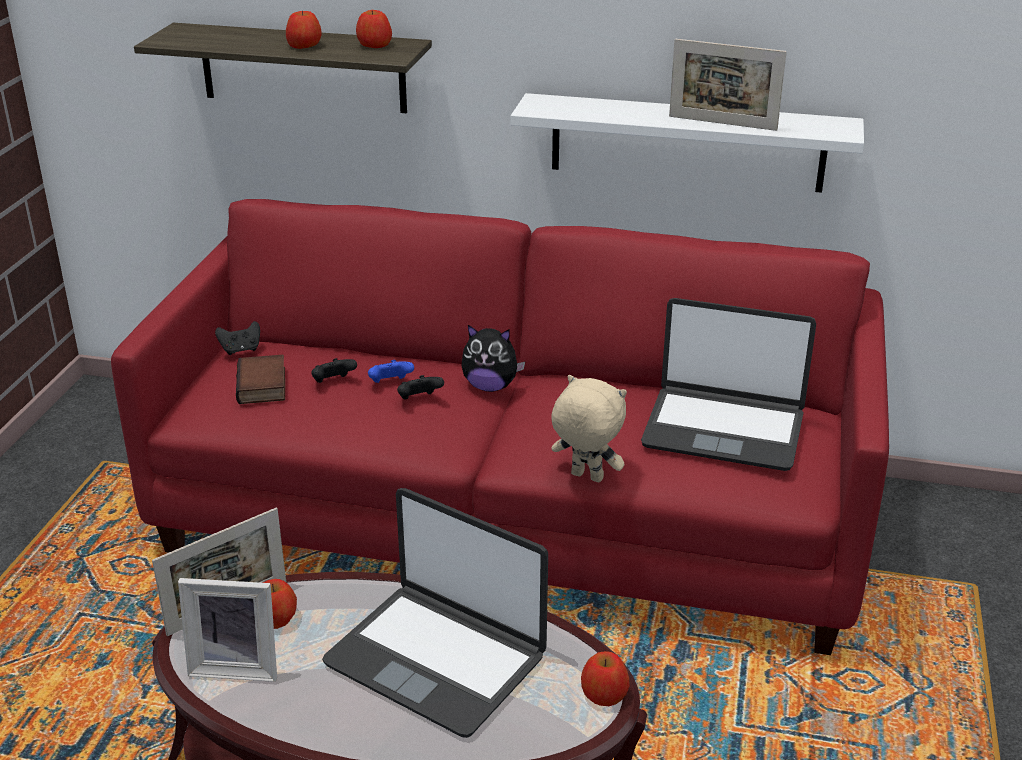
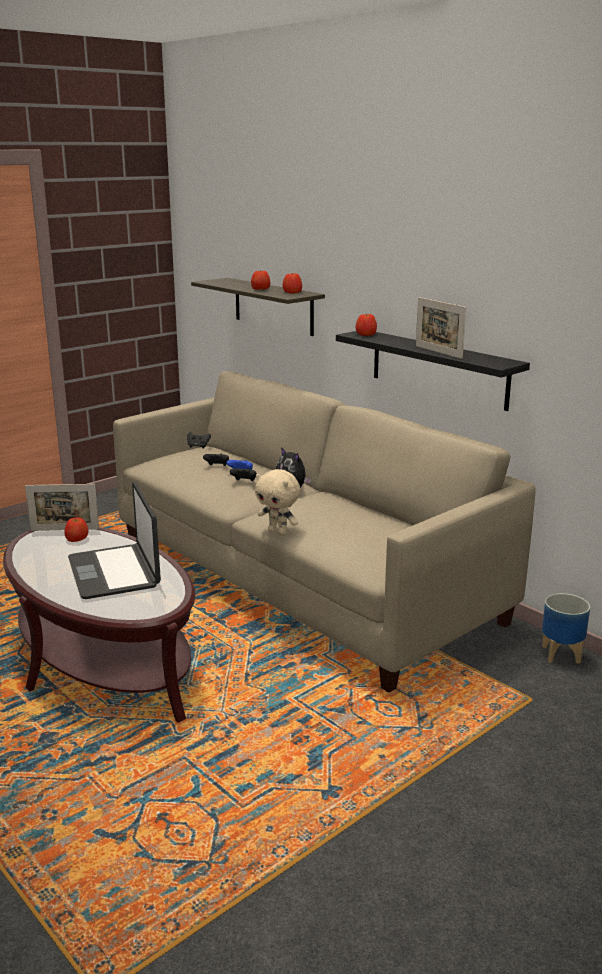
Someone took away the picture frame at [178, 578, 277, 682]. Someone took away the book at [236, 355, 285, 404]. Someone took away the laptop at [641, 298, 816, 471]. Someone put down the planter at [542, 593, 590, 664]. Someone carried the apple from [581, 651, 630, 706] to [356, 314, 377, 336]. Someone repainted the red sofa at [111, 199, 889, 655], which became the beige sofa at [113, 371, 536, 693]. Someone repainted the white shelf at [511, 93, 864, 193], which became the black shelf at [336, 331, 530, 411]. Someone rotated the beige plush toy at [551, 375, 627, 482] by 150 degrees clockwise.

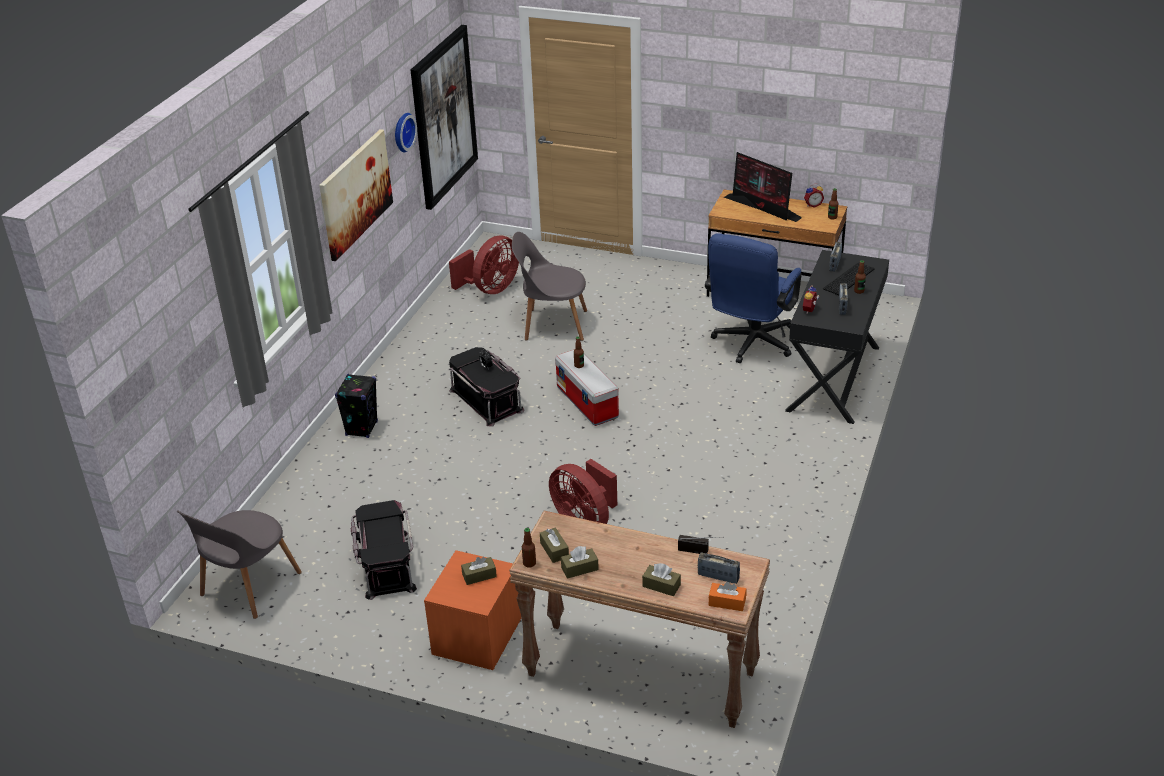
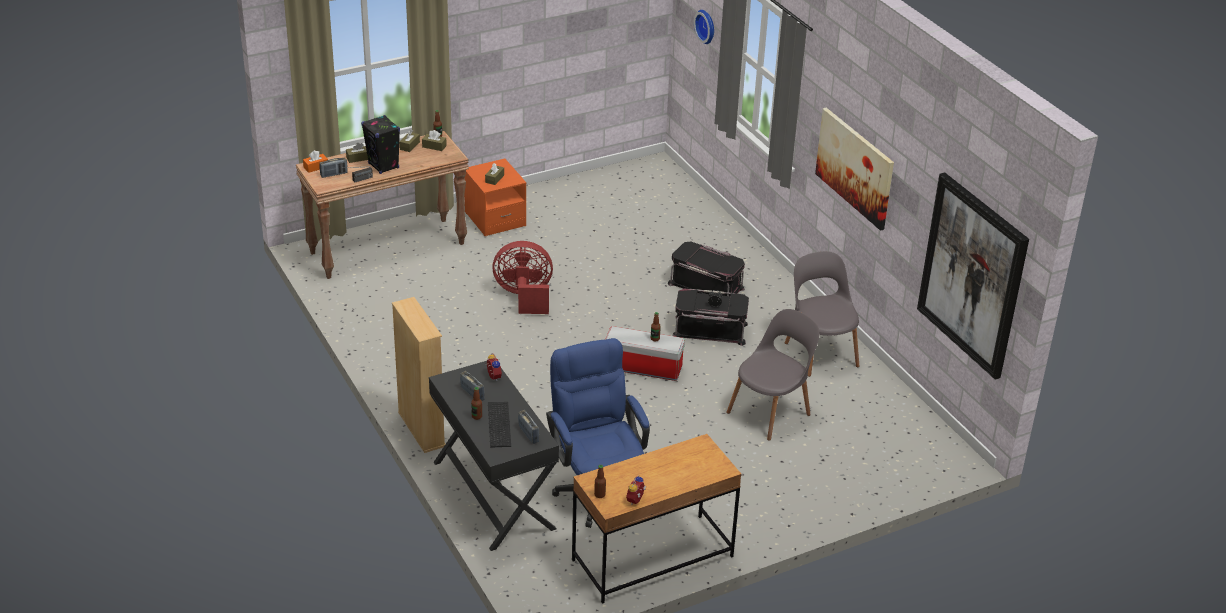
Someone took away the red fan at [449, 236, 519, 294]. Someone took away the monitor at [724, 152, 802, 222]. Someone put down the beige bookcase at [392, 297, 445, 453]. Someone carried the grey chair from [177, 510, 302, 619] to [785, 251, 859, 377]. Someone carried the black speaker from [335, 374, 378, 438] to [361, 115, 400, 174]. Someone carried the black storage box from [351, 500, 417, 600] to [668, 241, 745, 296]. Someone carried the wall clock from [395, 113, 417, 152] to [694, 10, 714, 44].

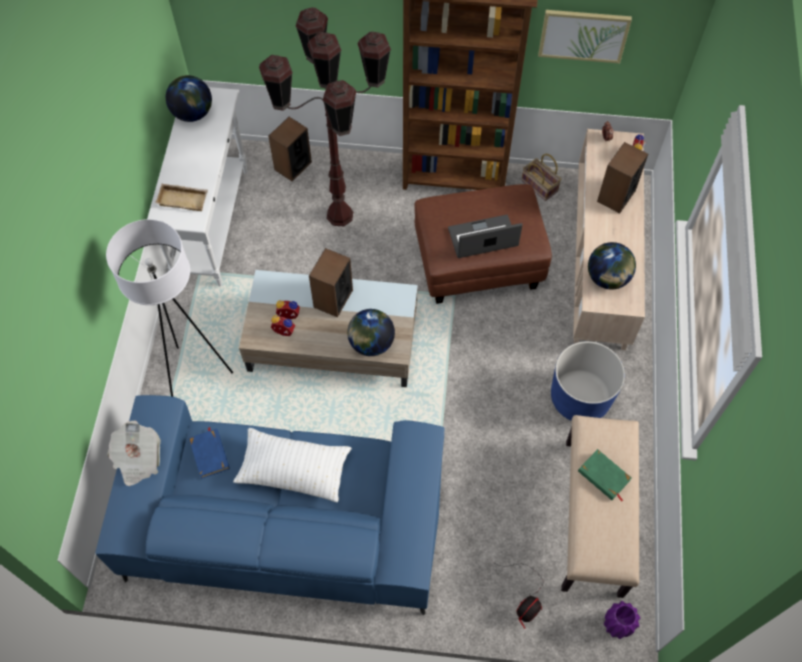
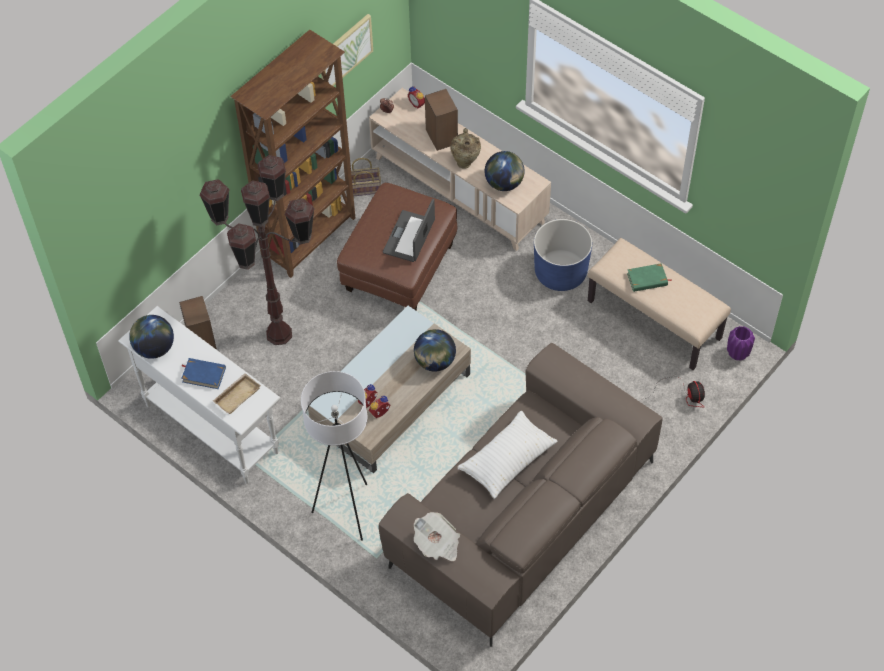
Someone took away the speaker at [309, 248, 353, 317]. Someone put down the beige vase at [450, 128, 481, 169]. Someone carried the blue book from [189, 427, 230, 479] to [181, 358, 226, 389]. Someone repainted the blue sofa at [95, 395, 444, 615], which became the brown sofa at [379, 343, 663, 647].

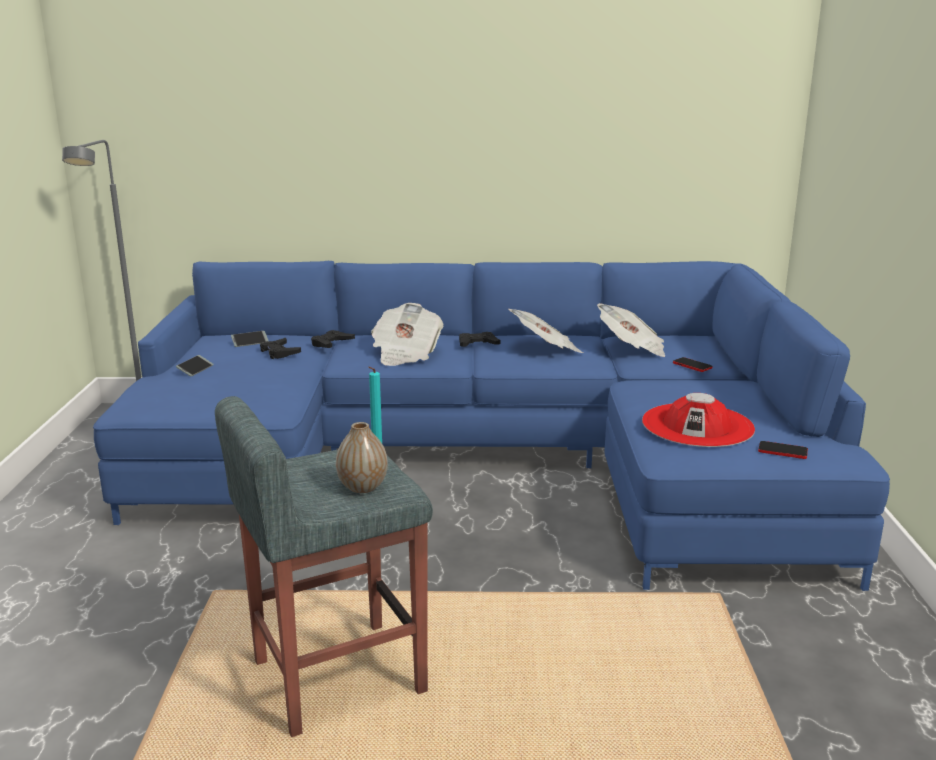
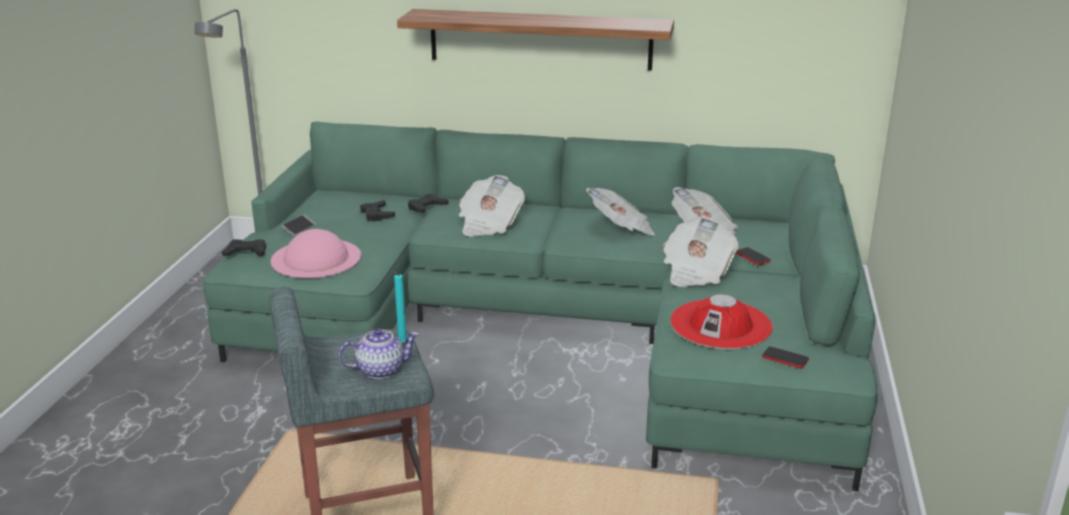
Someone took away the phone at [231, 331, 269, 347]. Someone put down the pink hat at [271, 229, 361, 278]. Someone put up the shelf at [397, 9, 674, 70]. Someone put down the newspaper at [663, 217, 739, 287]. Someone carried the black game controller from [459, 332, 501, 347] to [222, 239, 266, 256]. Someone swapped the vase at [336, 422, 388, 493] for the teapot at [339, 328, 419, 379]. Someone repainted the blue sofa at [93, 261, 890, 591], which became the green sofa at [203, 121, 878, 491].

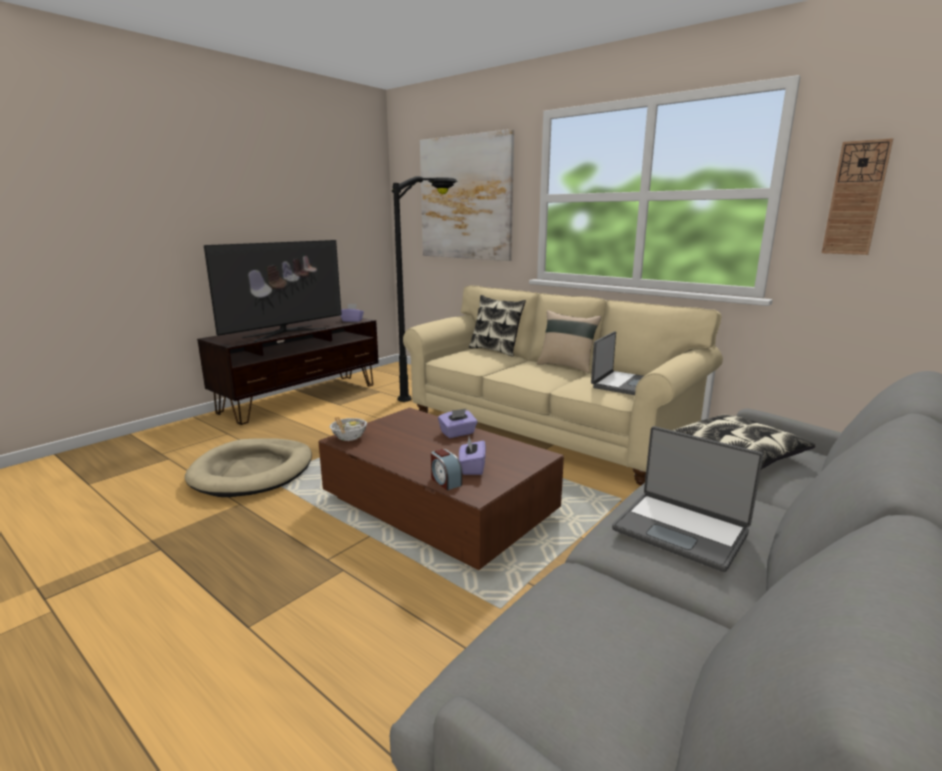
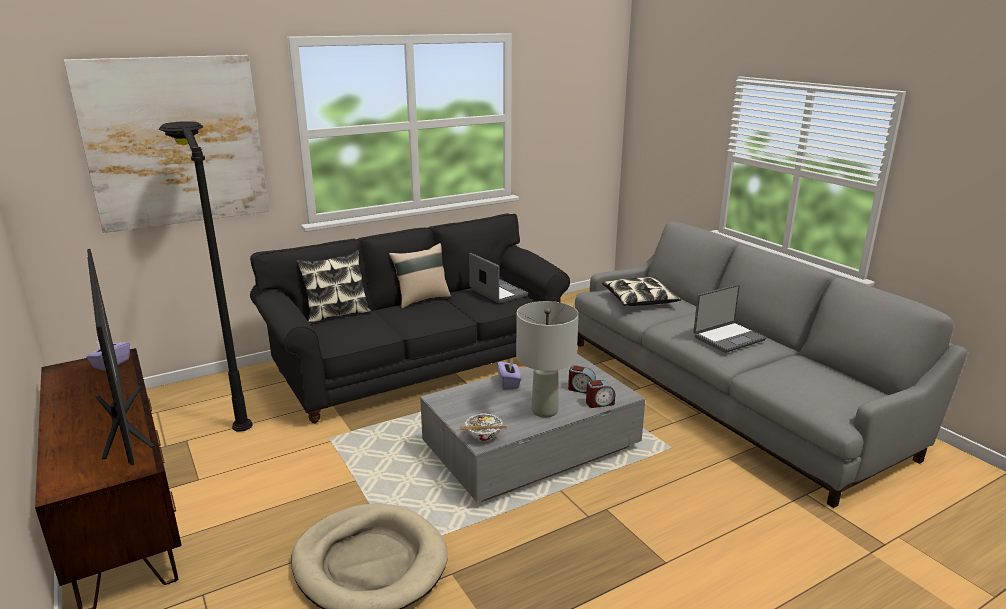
Someone took away the wall clock at [822, 138, 893, 255]. Someone put down the grey table lamp at [516, 301, 579, 418]. Someone swapped the purple tissue box at [459, 437, 486, 475] for the alarm clock at [568, 365, 596, 393]. Someone repainted the brown coffee table at [318, 408, 564, 570], which became the grey coffee table at [420, 354, 645, 502]. Someone repainted the beige sofa at [403, 285, 723, 485], which became the black sofa at [250, 213, 570, 424].

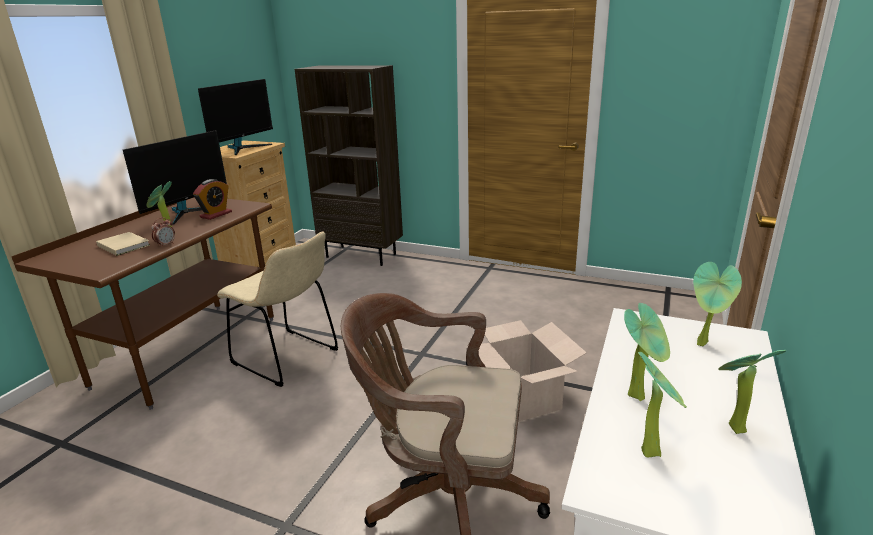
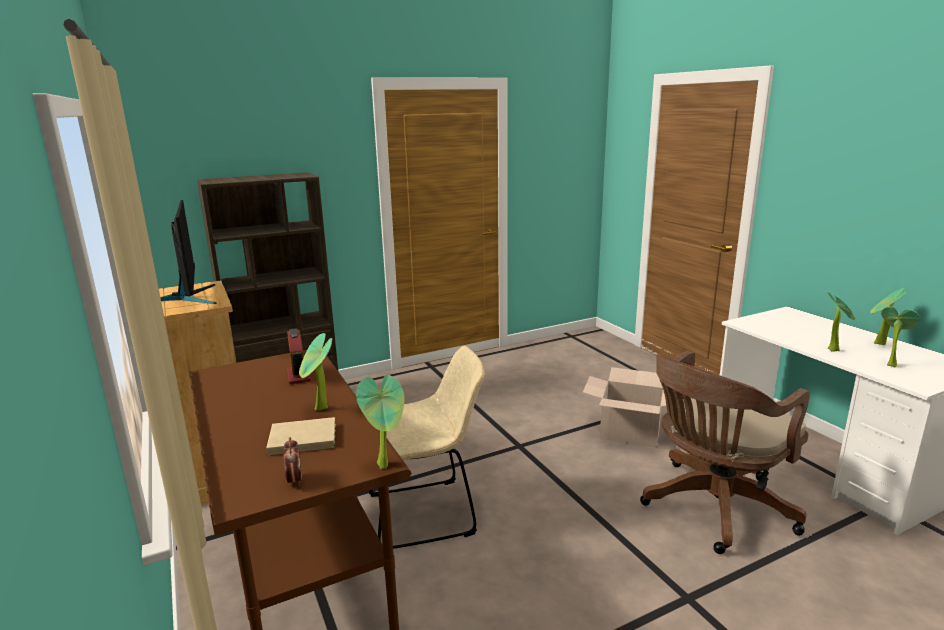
Someone took away the monitor at [123, 130, 227, 224]. Someone carried the alarm clock from [151, 218, 175, 248] to [283, 437, 302, 487]. Someone carried the potted plant from [693, 262, 742, 346] to [356, 374, 404, 469].

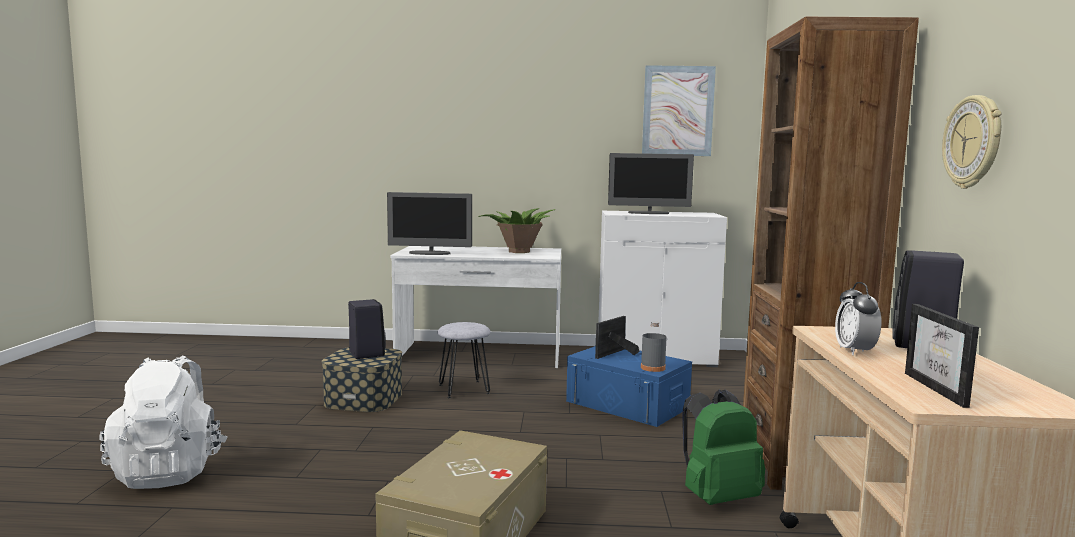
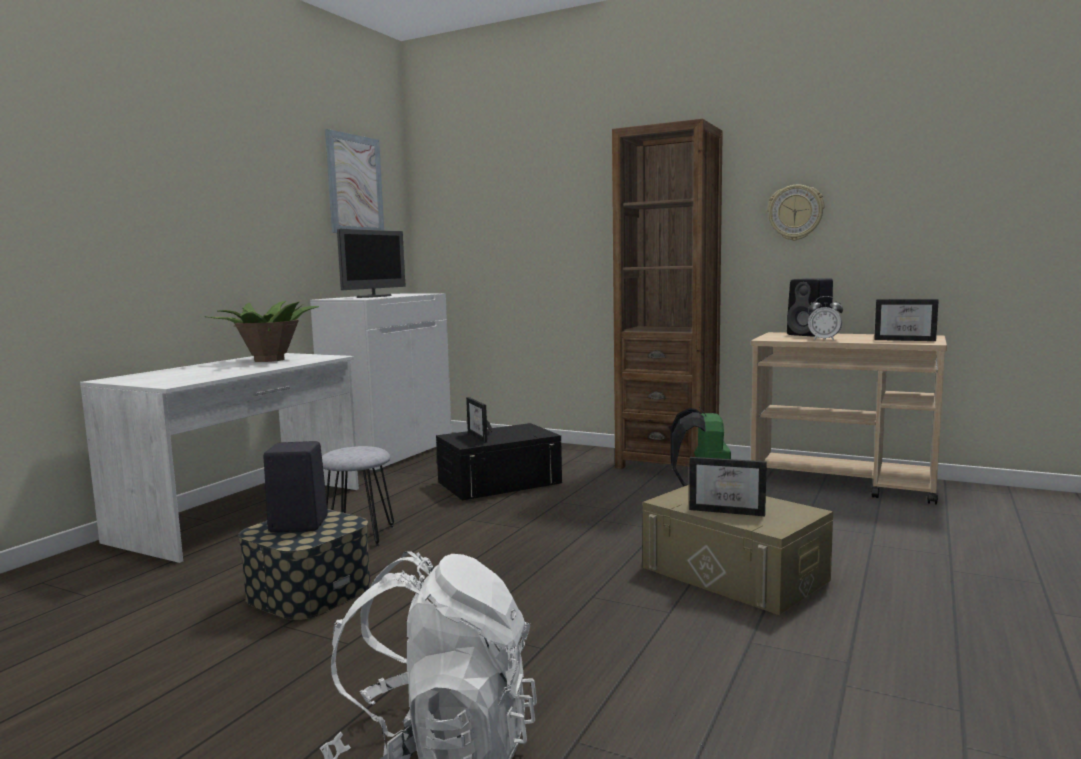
Someone took away the monitor at [387, 192, 472, 255]. Someone took away the grey bottle at [641, 321, 667, 372]. Someone put down the picture frame at [689, 457, 767, 516]. Someone repainted the blue storage box at [566, 346, 692, 427], which became the black storage box at [436, 423, 562, 500].

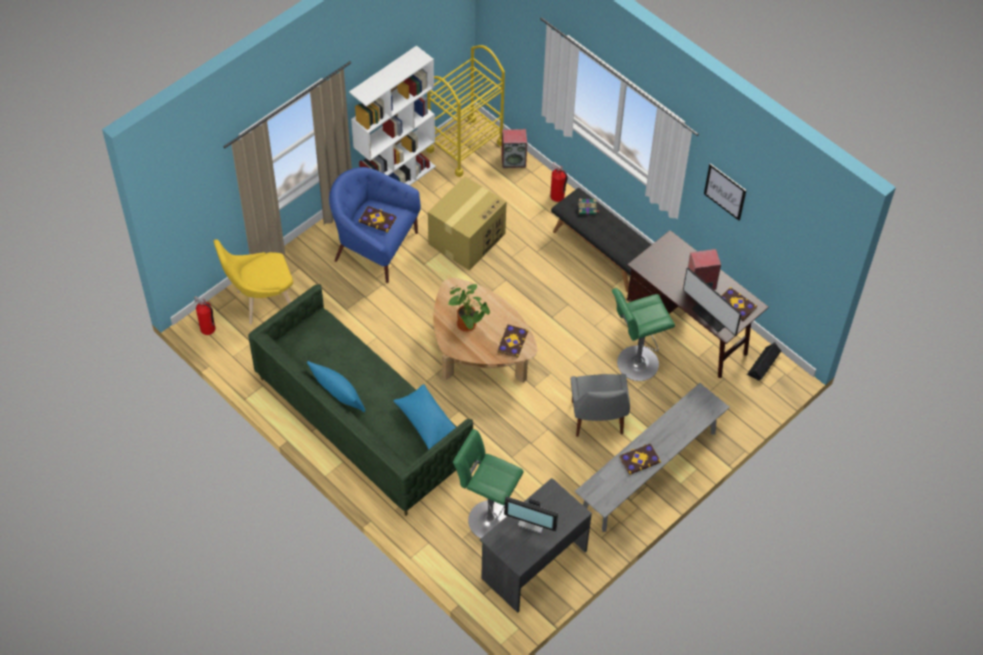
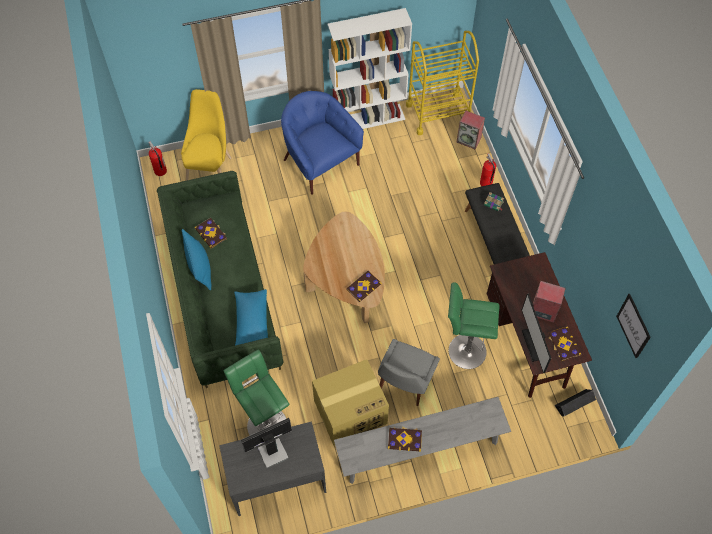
Someone took away the potted plant at [447, 284, 490, 332]. Someone carried the book from [359, 206, 397, 233] to [195, 218, 227, 248]. Someone carried the cardboard box from [428, 176, 507, 270] to [312, 359, 389, 446]. Someone carried the picture from [704, 163, 746, 221] to [616, 294, 651, 358]. Someone rotated the yellow chair at [214, 239, 293, 325] by 90 degrees clockwise. Someone rotated the monitor at [504, 496, 558, 534] by 105 degrees clockwise.

